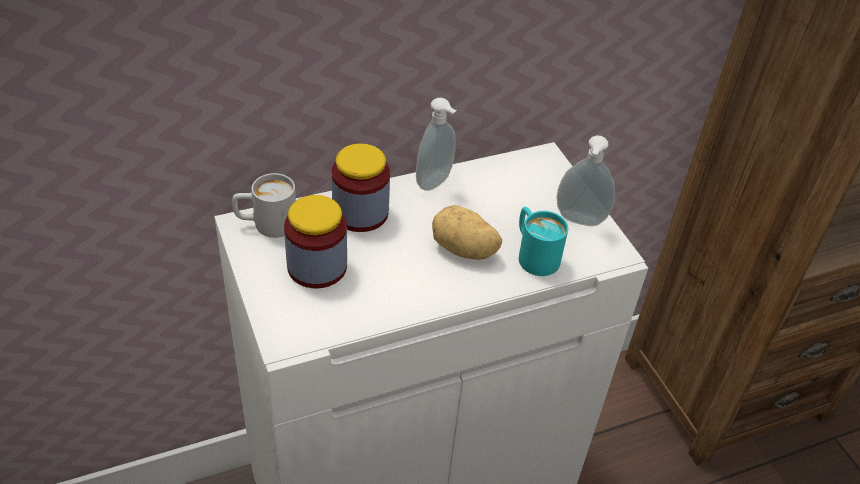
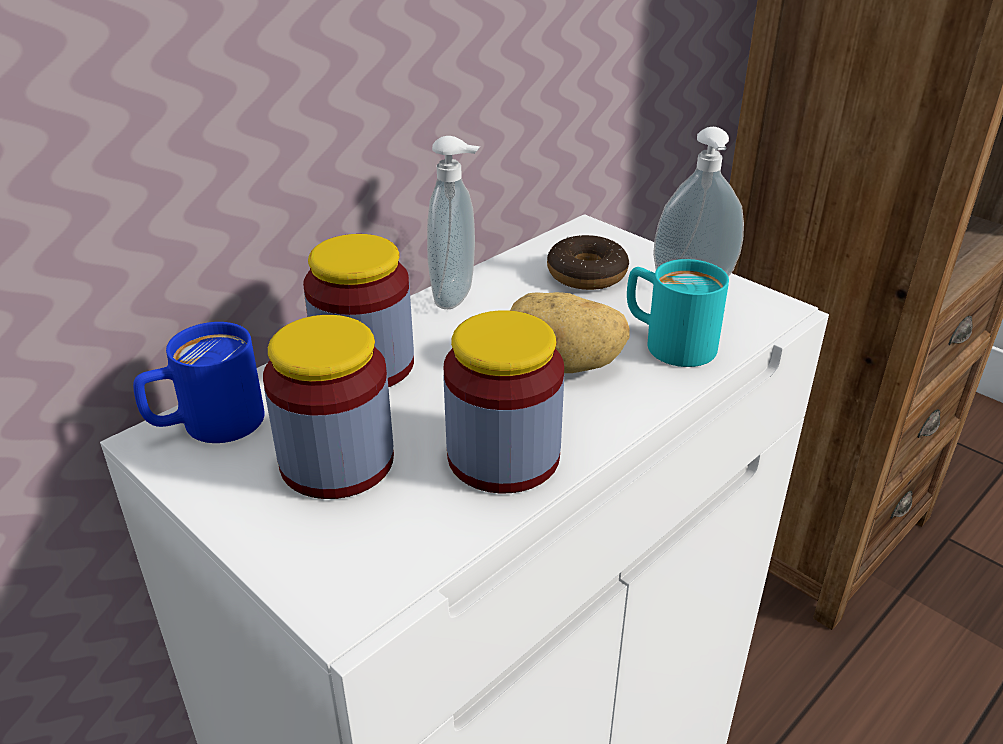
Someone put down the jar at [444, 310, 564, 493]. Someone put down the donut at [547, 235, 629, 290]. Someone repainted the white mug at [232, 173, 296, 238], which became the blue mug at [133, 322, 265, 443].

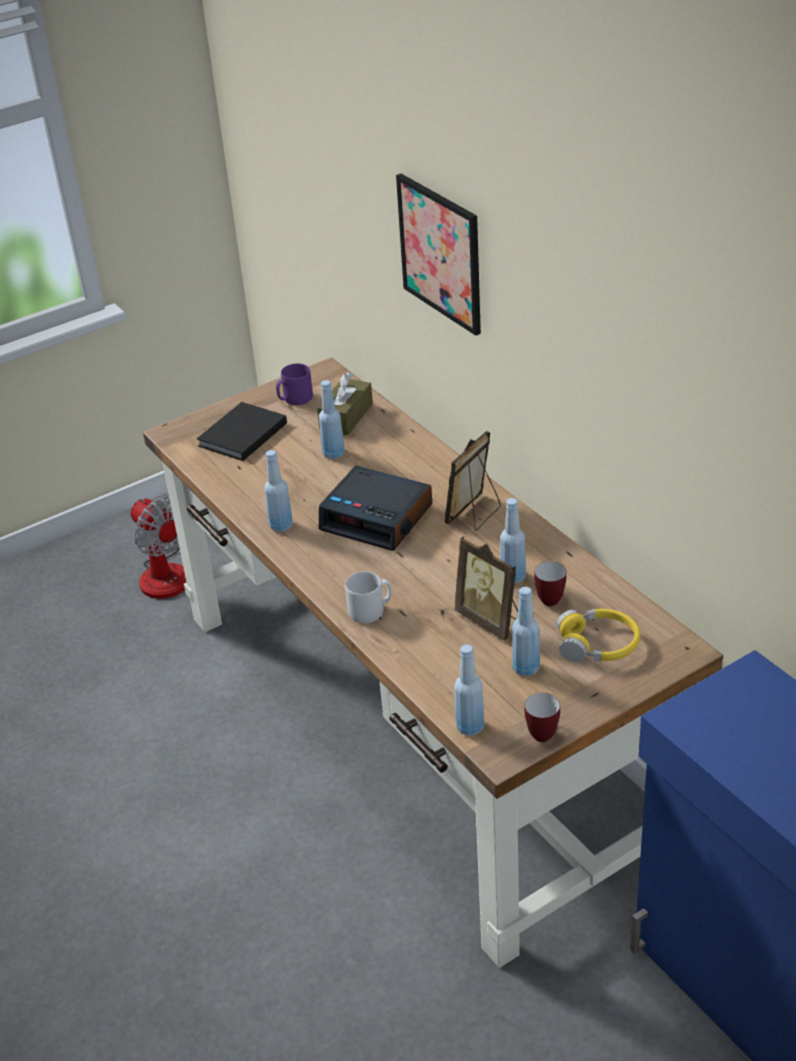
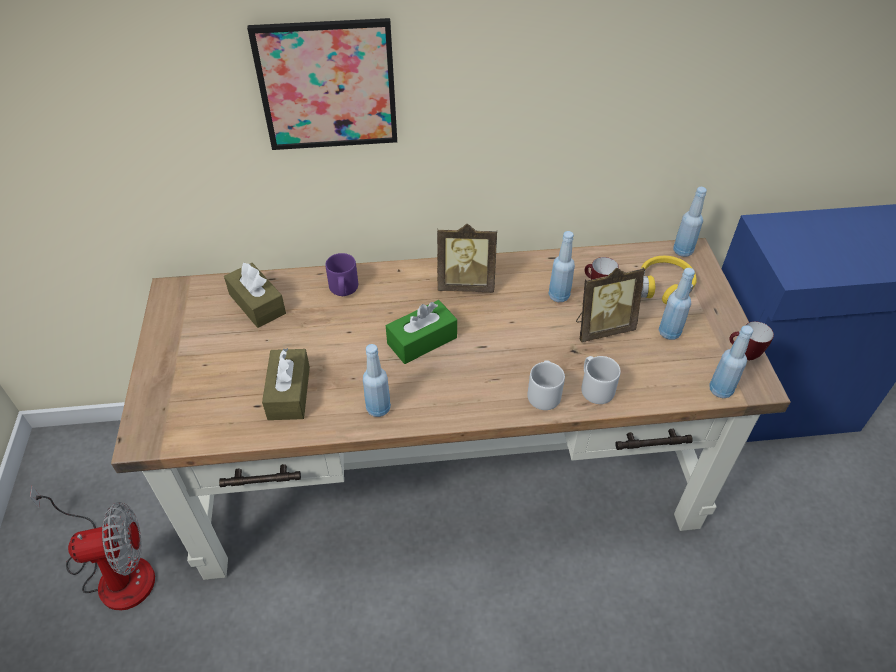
Someone took away the black book at [197, 402, 287, 461]. Someone put down the brown tissue box at [262, 348, 310, 420]. Someone put down the grey mug at [581, 356, 621, 404]. Someone carried the purple mug from [276, 363, 313, 405] to [325, 253, 358, 296]. Someone carried the blue bottle from [319, 380, 345, 459] to [673, 187, 707, 257]. Someone swapped the alarm clock at [319, 466, 432, 551] for the green tissue box at [386, 300, 457, 364]. Someone rotated the picture frame at [445, 431, 501, 531] by 60 degrees counterclockwise.

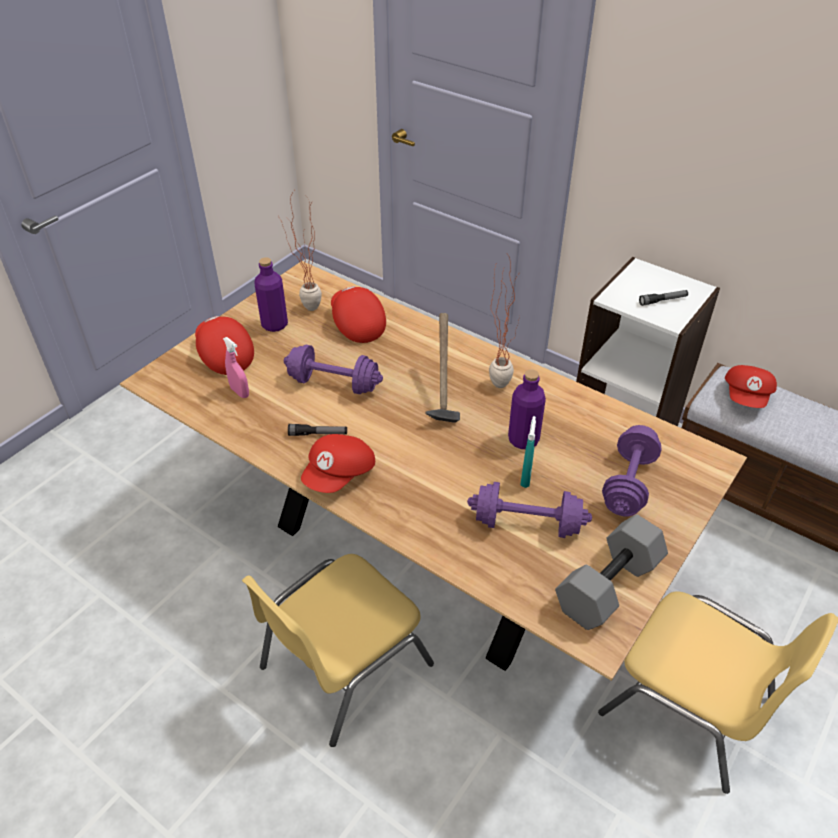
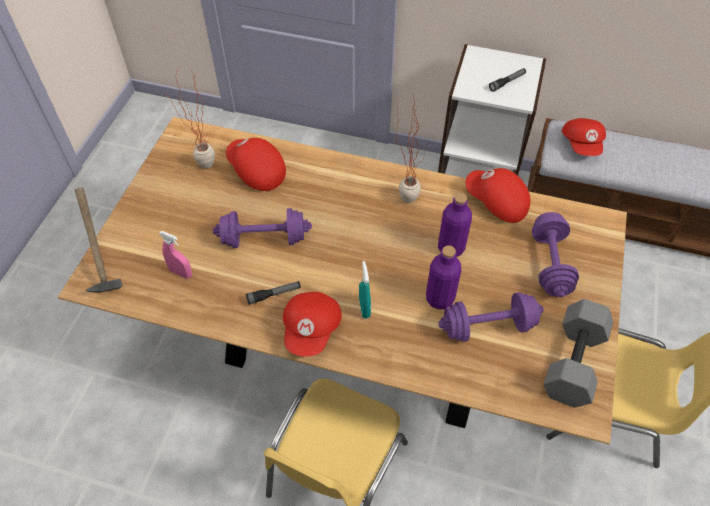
Someone carried the red cap from [195, 316, 254, 375] to [466, 168, 530, 223]. Someone carried the purple bottle from [255, 257, 288, 332] to [426, 246, 461, 309]. Someone carried the hammer from [425, 313, 460, 423] to [75, 188, 123, 293]. Someone carried the turquoise spray bottle from [520, 416, 536, 488] to [359, 261, 371, 319].

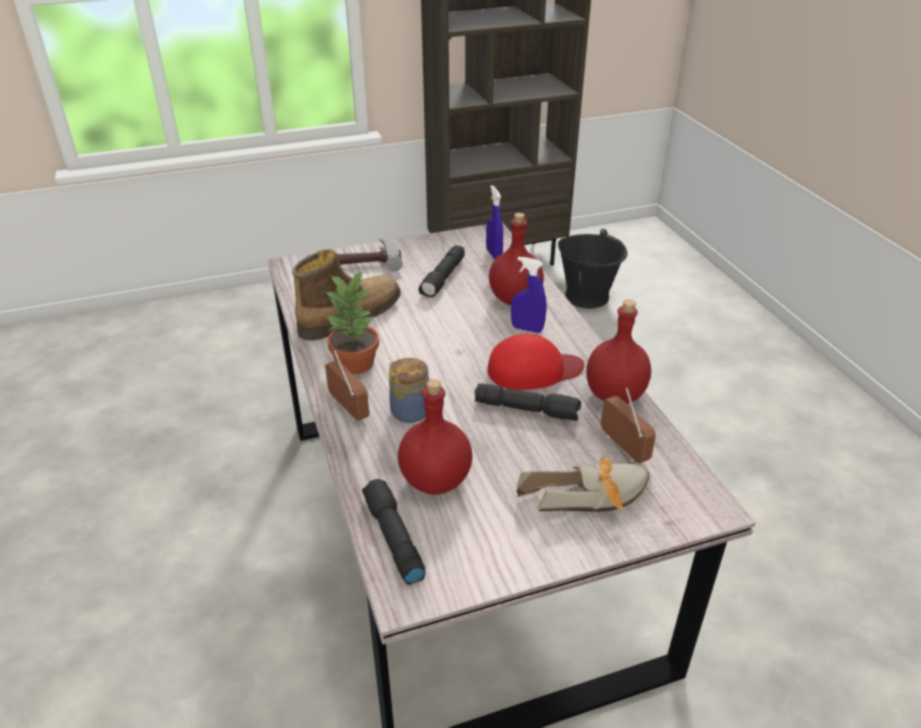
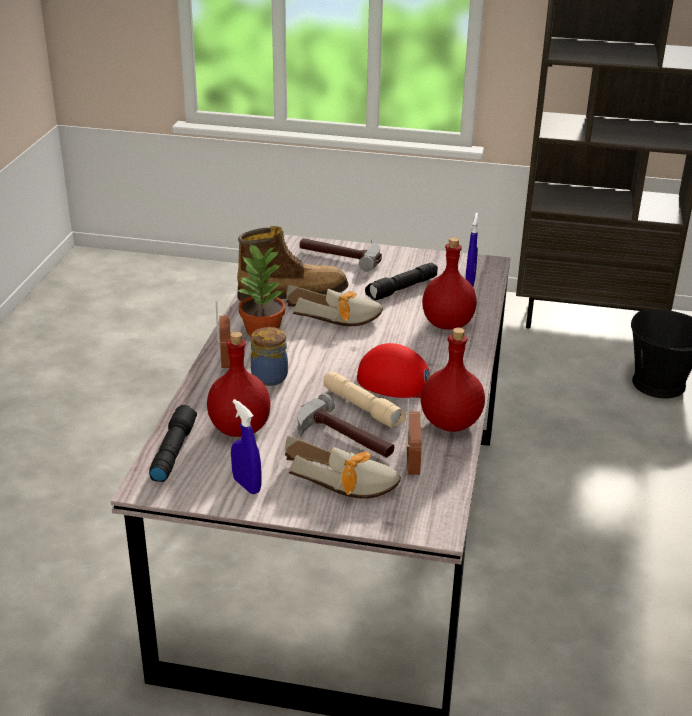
Someone put down the shoe at [286, 285, 383, 326]. Someone put down the hammer at [298, 393, 394, 458]. Someone carried the blue spray bottle from [511, 257, 547, 333] to [231, 399, 262, 494]. Someone repainted the black flashlight at [475, 383, 581, 421], which became the beige flashlight at [323, 371, 406, 428].

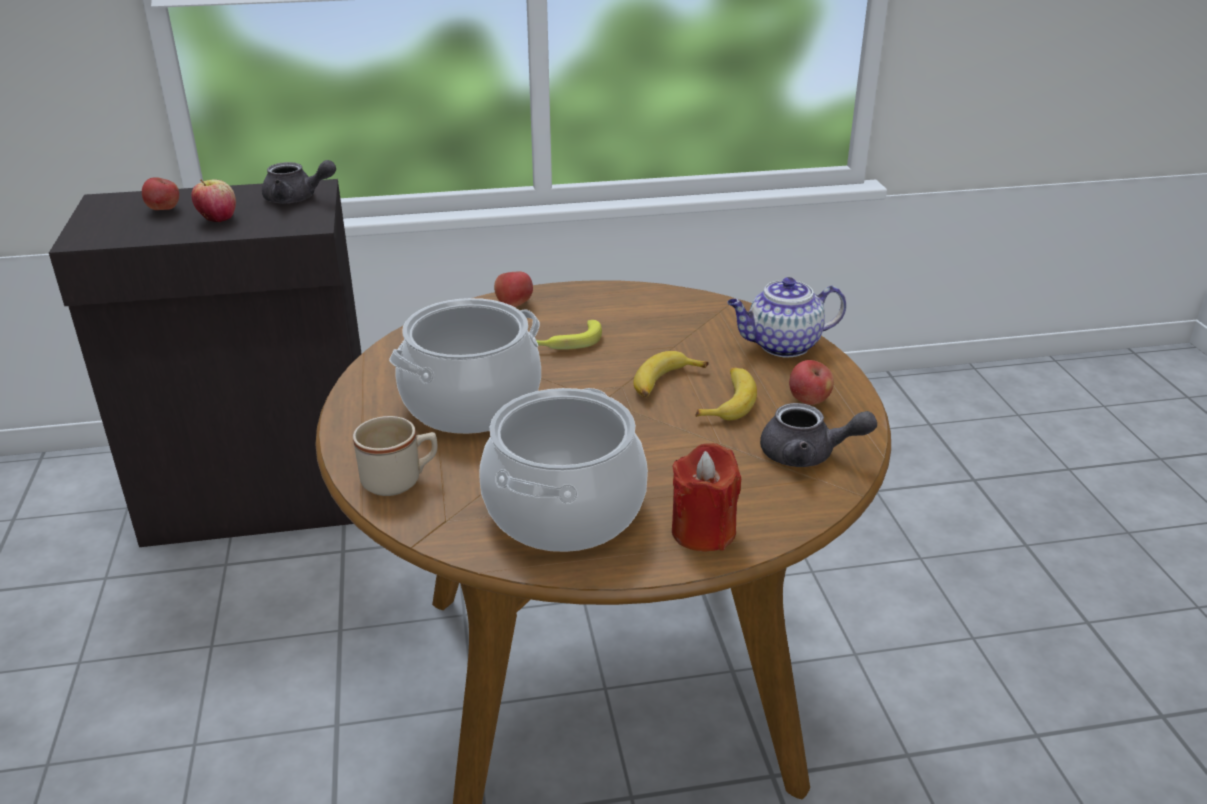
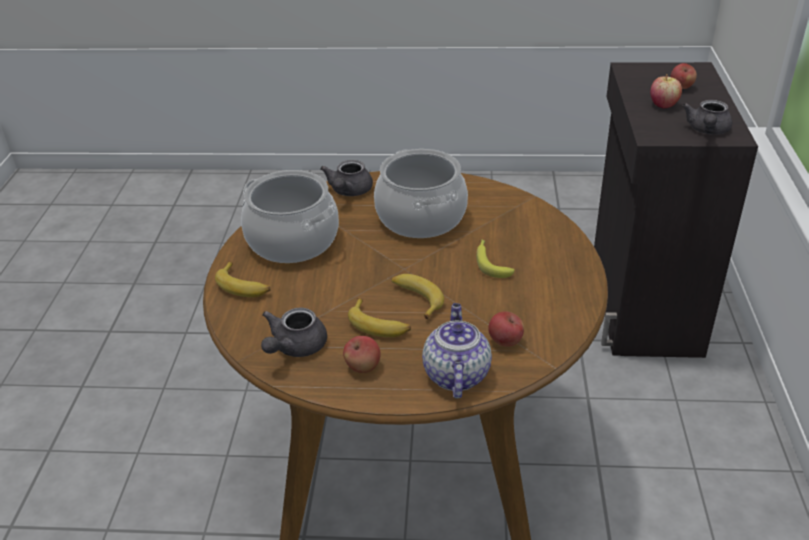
Someone carried the apple from [494, 271, 533, 307] to [488, 311, 524, 347]. Someone swapped the beige mug at [353, 416, 437, 496] for the grey teapot at [320, 160, 373, 196]. Someone swapped the red candle at [672, 443, 741, 552] for the banana at [215, 261, 271, 297].

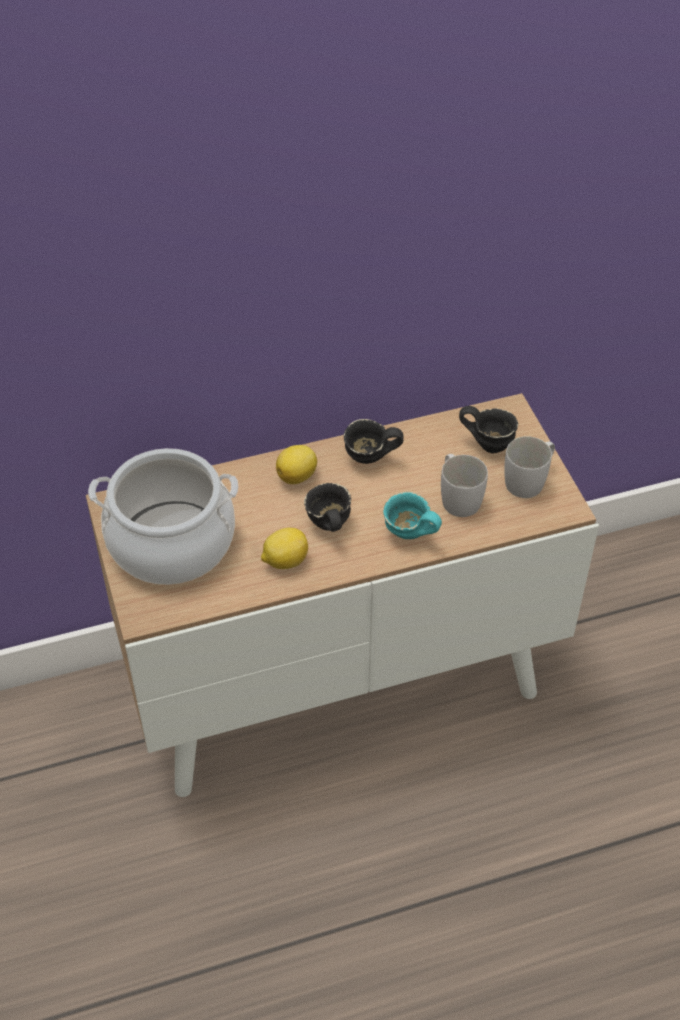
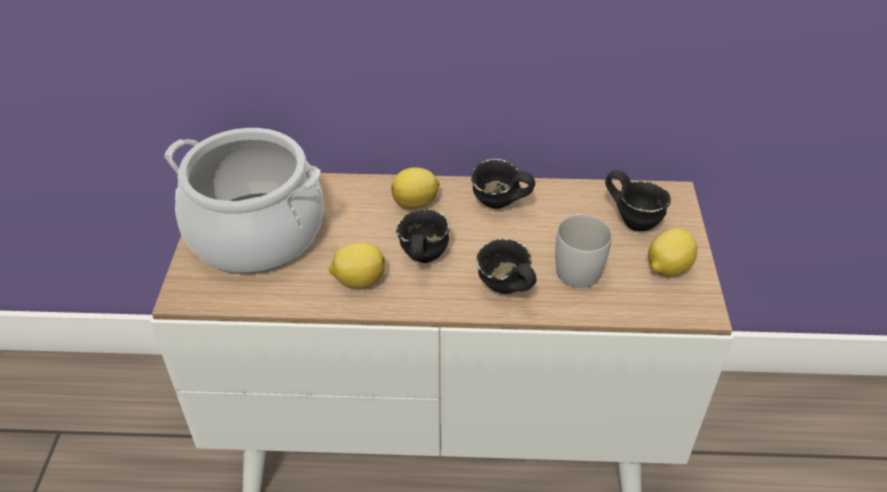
Someone swapped the white mug at [504, 436, 555, 498] for the lemon at [648, 228, 697, 276]. Someone repainted the turquoise mug at [383, 491, 442, 539], which became the black mug at [476, 238, 537, 294].

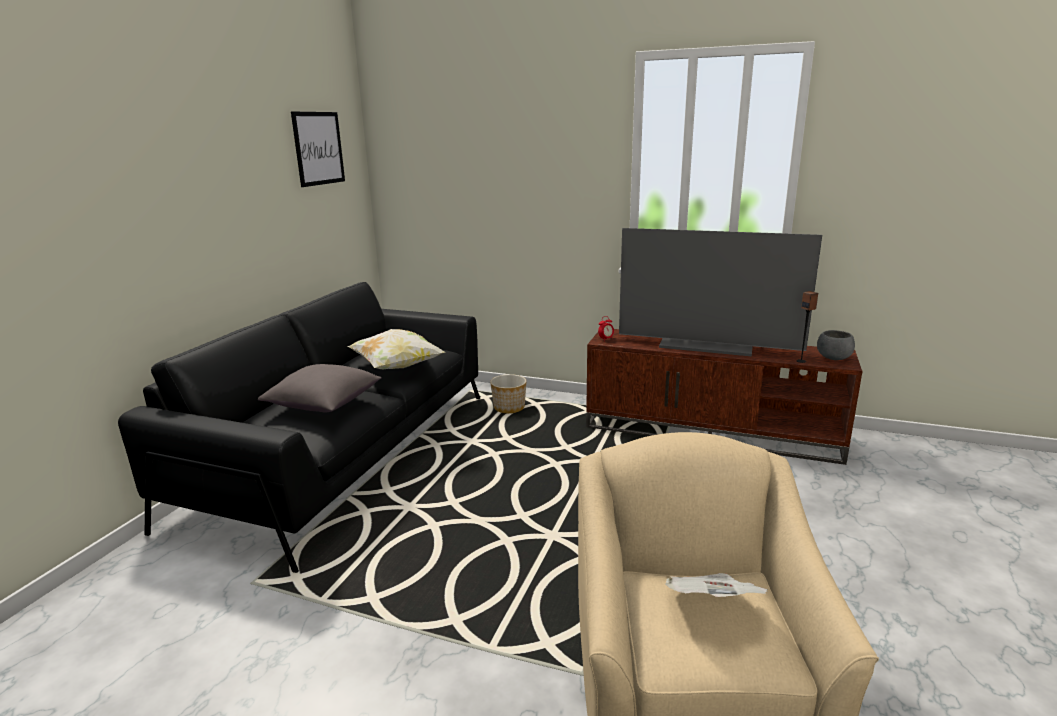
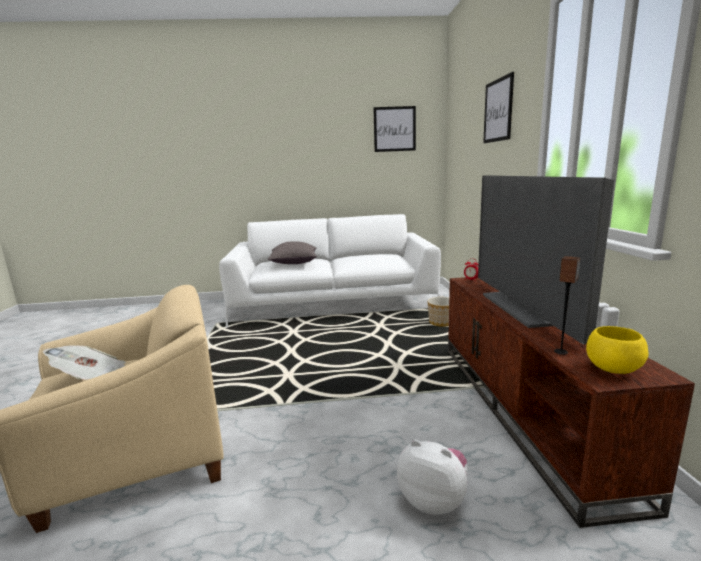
Someone took away the pillow at [347, 329, 445, 369]. Someone put down the plush toy at [397, 439, 468, 515]. Someone put up the picture at [483, 72, 514, 143]. Someone repainted the black sofa at [118, 282, 480, 573], which became the white sofa at [219, 214, 441, 328]. Someone repainted the grey bowl at [817, 330, 855, 360], which became the yellow bowl at [586, 326, 649, 374].

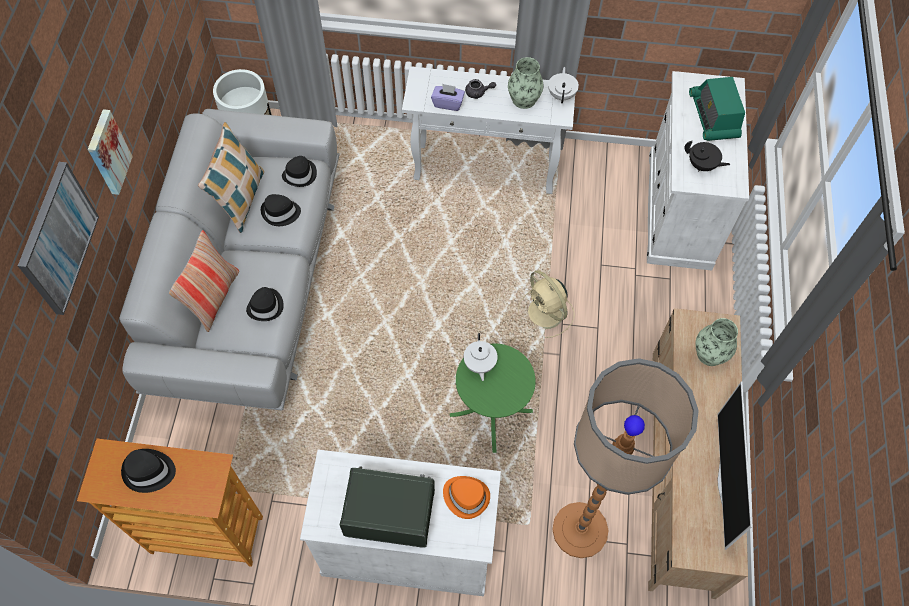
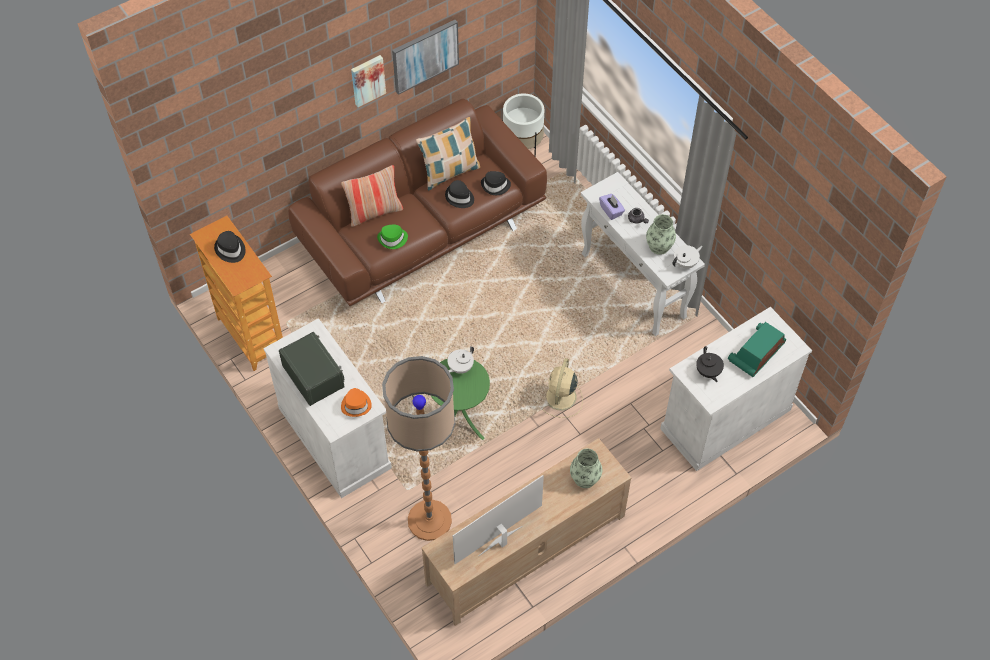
Someone carried the picture from [18, 162, 99, 315] to [392, 20, 459, 95]. Someone repainted the grey sofa at [119, 109, 339, 411], which became the brown sofa at [288, 99, 547, 306]. Someone repainted the black hat at [246, 287, 284, 321], which became the green hat at [377, 225, 408, 249].

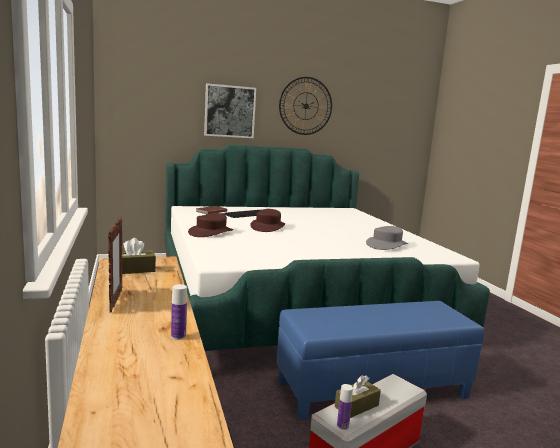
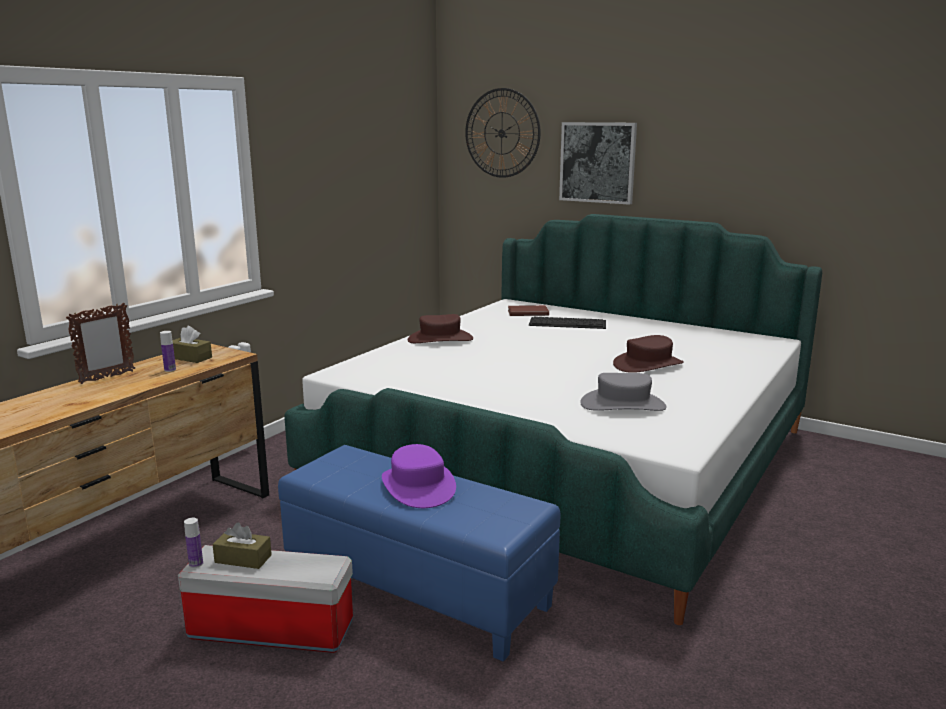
Someone put down the purple hat at [382, 444, 456, 508]. Someone carried the bottle from [171, 284, 187, 340] to [160, 331, 176, 372]. Someone carried the brown hat from [250, 209, 285, 232] to [613, 335, 684, 373]. Someone carried the wall clock from [279, 77, 332, 135] to [465, 88, 541, 178].

